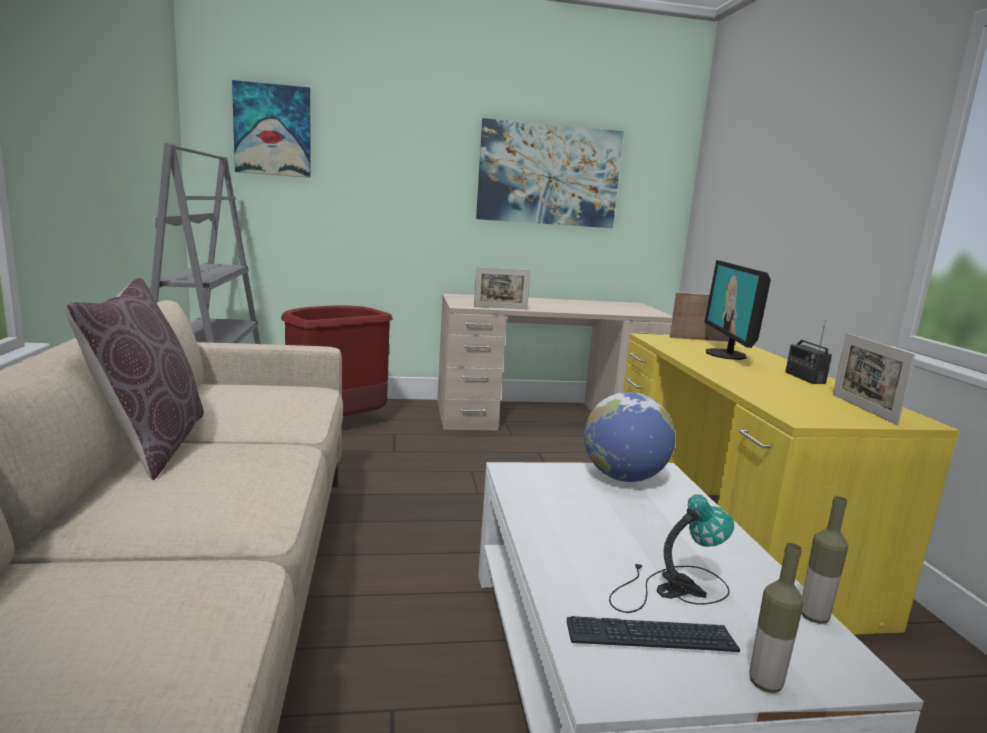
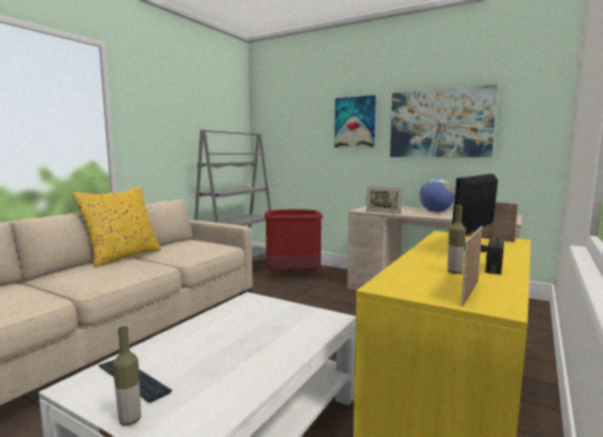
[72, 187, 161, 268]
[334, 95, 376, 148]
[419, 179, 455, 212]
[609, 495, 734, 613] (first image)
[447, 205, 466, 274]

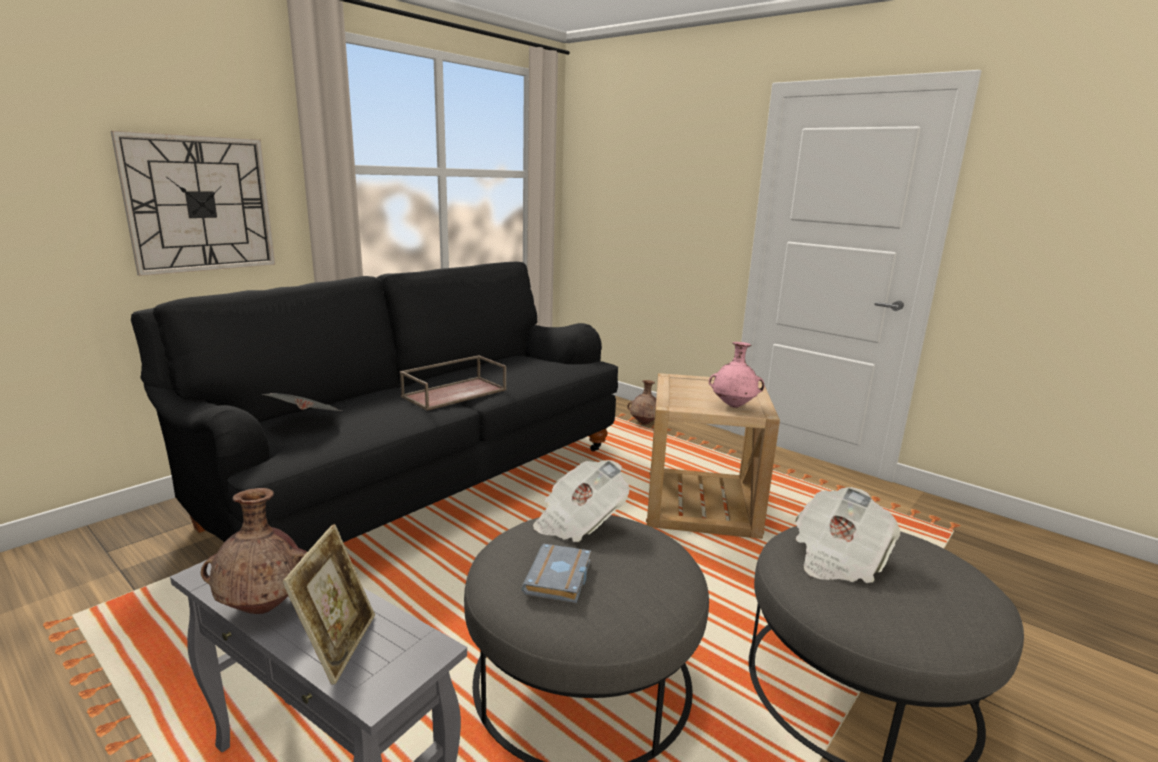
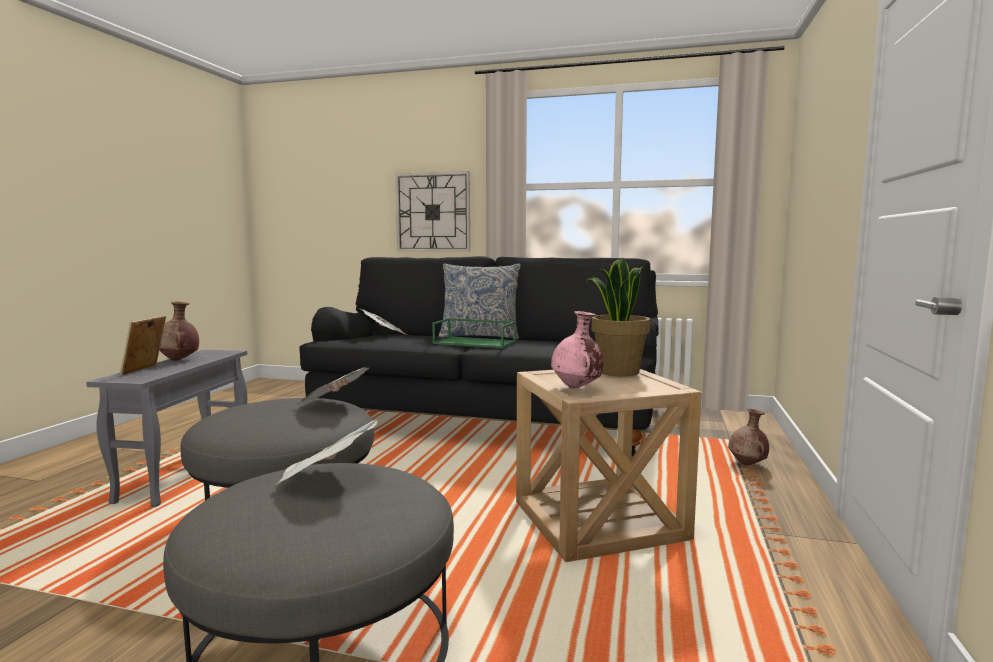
[120, 315, 166, 375]
[432, 318, 516, 348]
[522, 544, 591, 603] (first image)
[439, 264, 521, 340]
[586, 257, 650, 376]

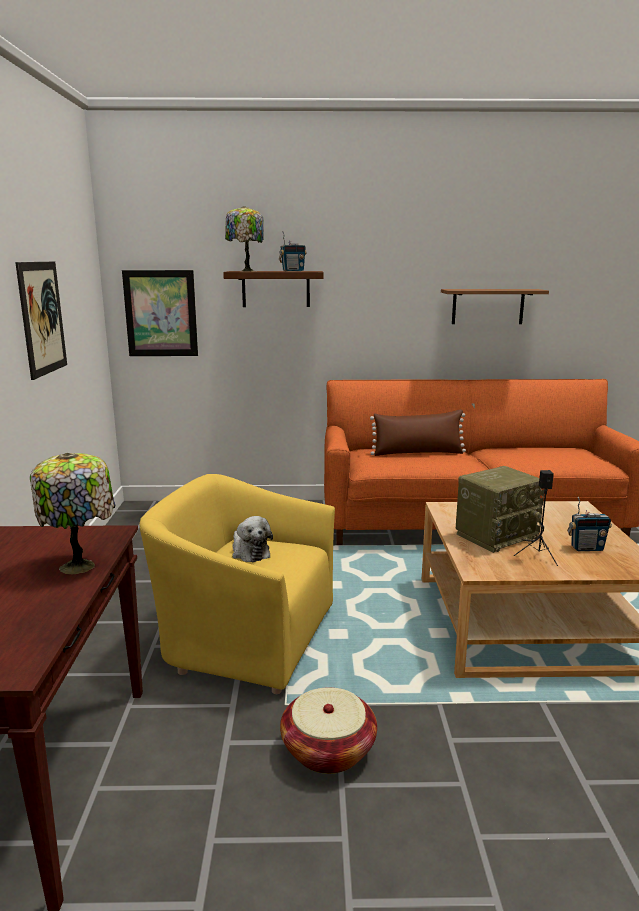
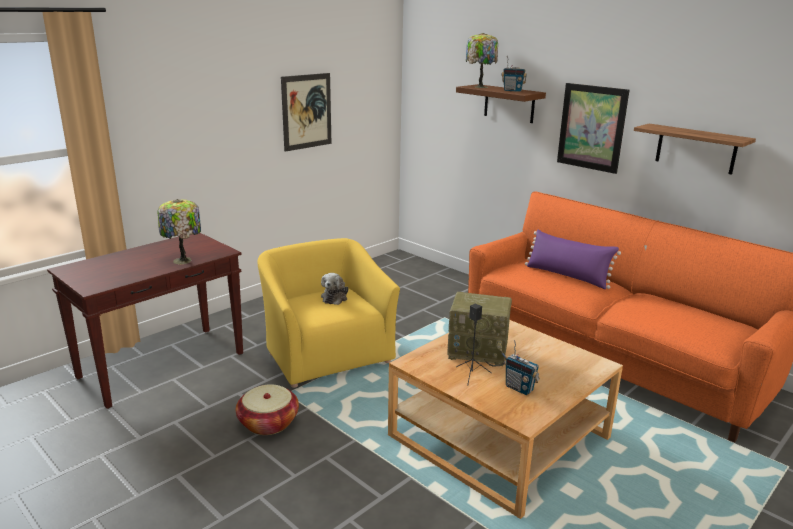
[557, 83, 629, 174]
[525, 229, 621, 289]

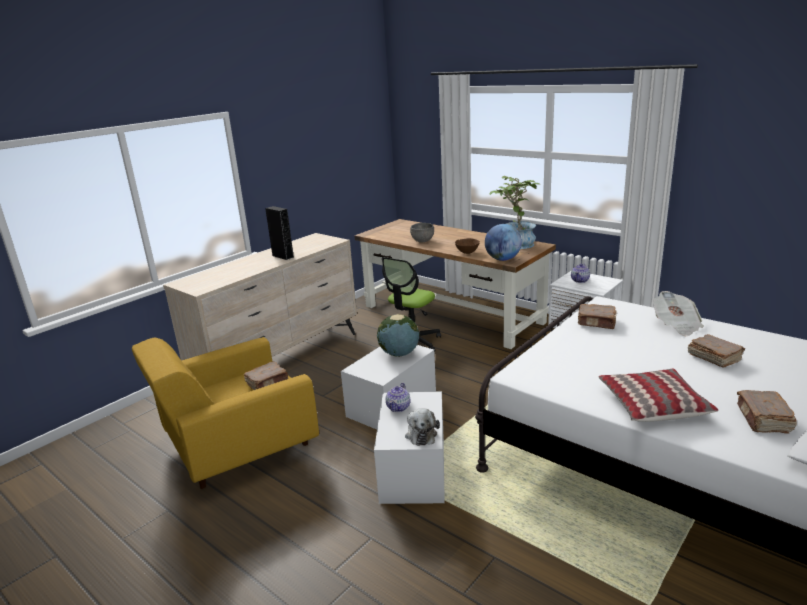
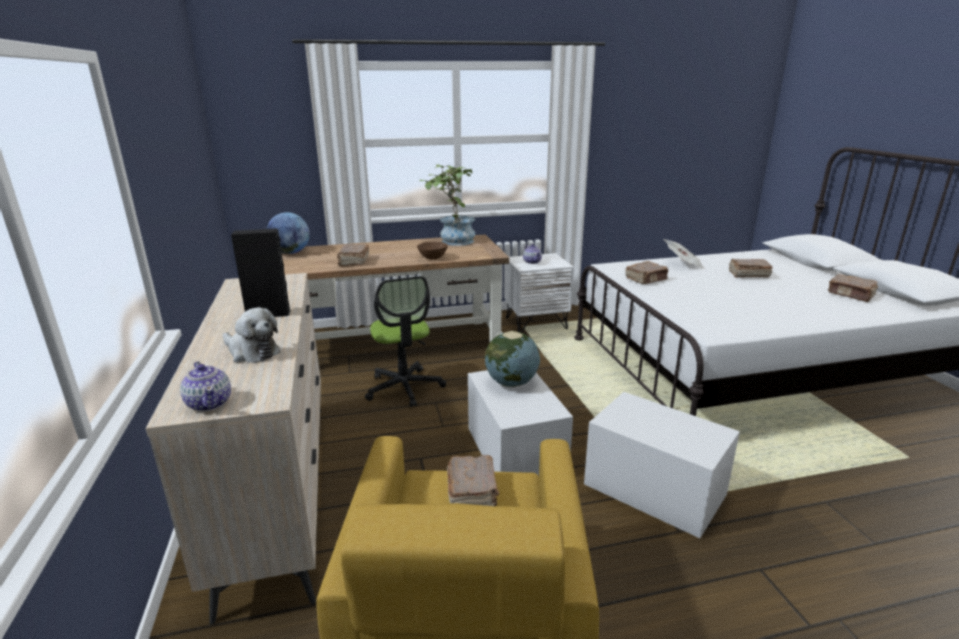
[180, 362, 231, 411]
[223, 307, 280, 363]
[337, 244, 369, 266]
[267, 212, 310, 254]
[599, 368, 718, 422] (first image)

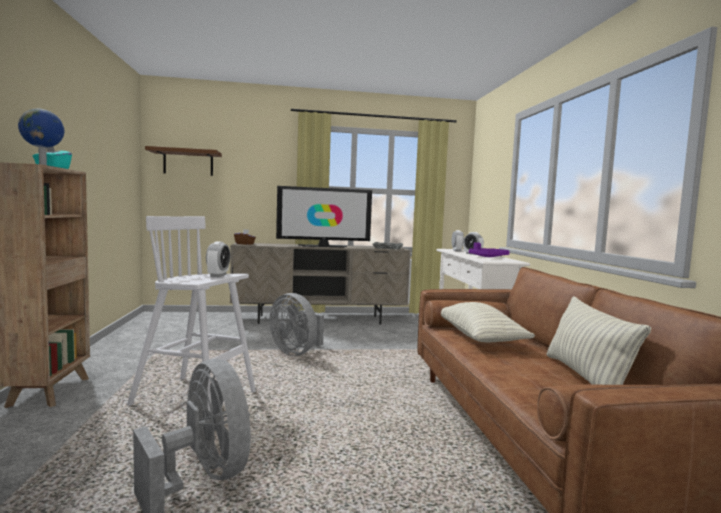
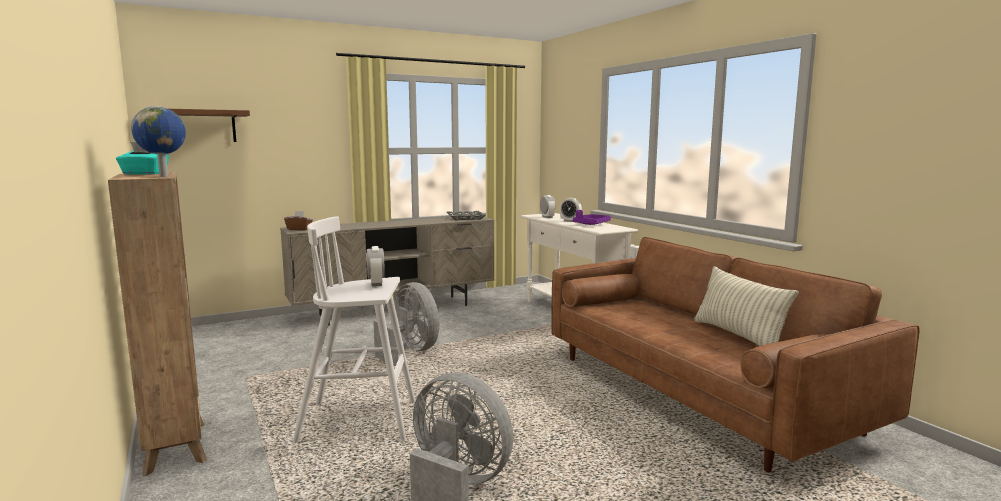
[373, 282, 439, 366]
[276, 186, 372, 247] (first image)
[441, 302, 535, 342] (first image)

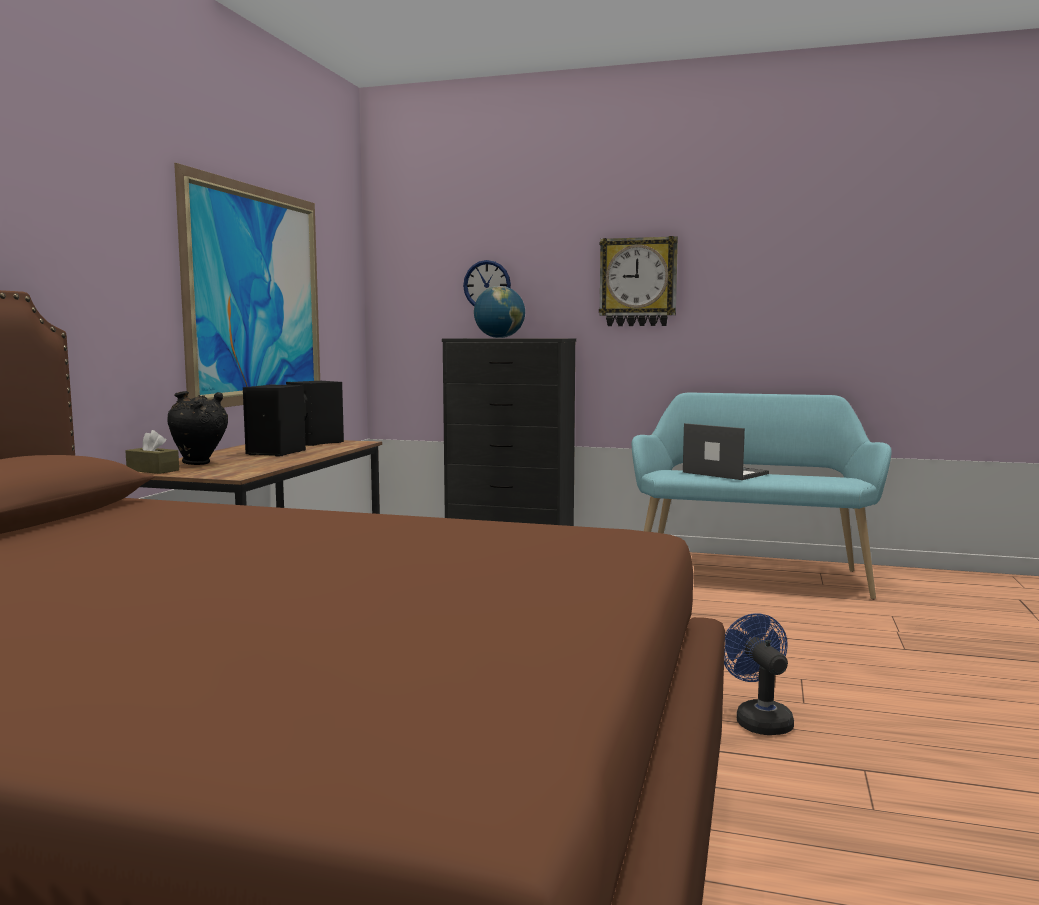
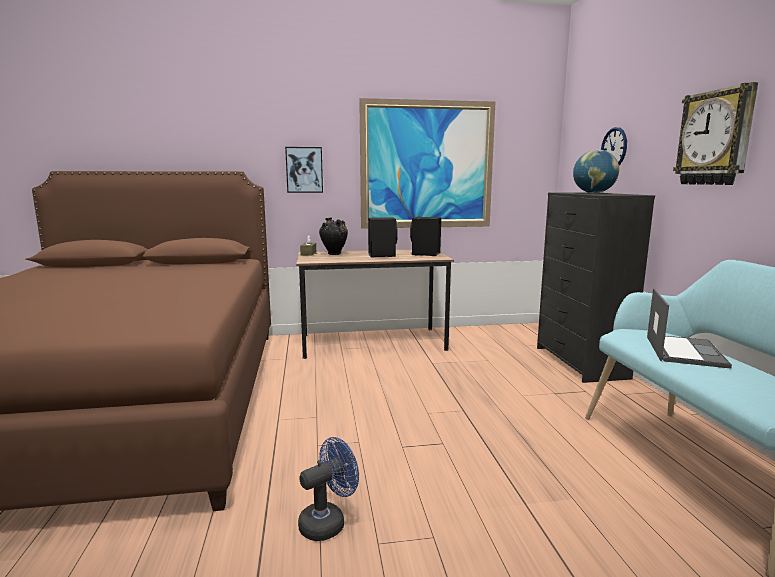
[285, 147, 323, 193]

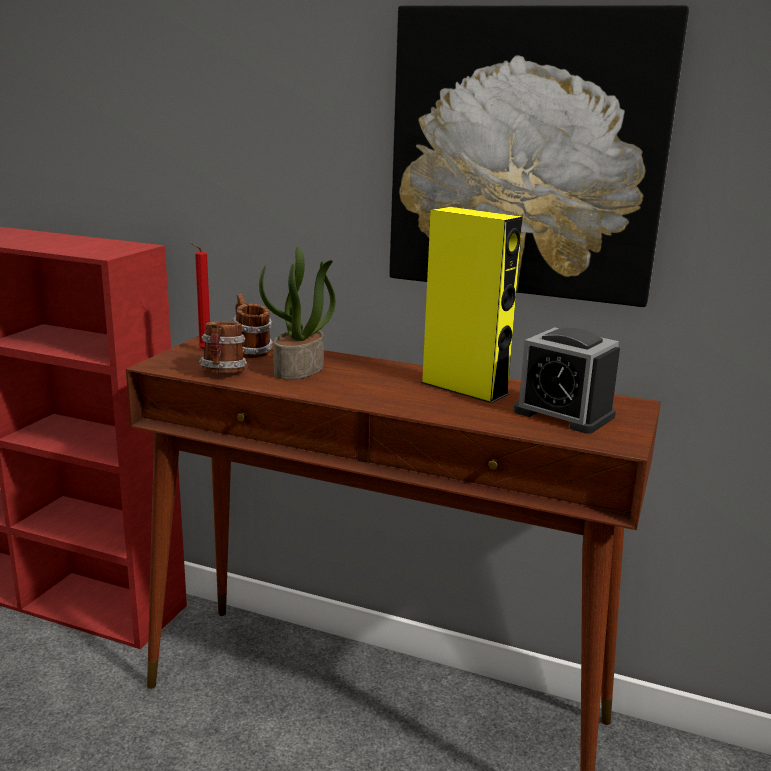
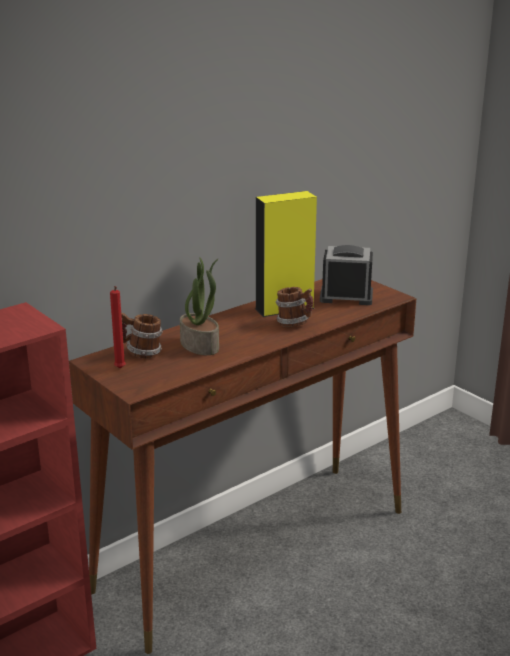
[275, 287, 313, 327]
[389, 5, 689, 307] (first image)
[320, 245, 373, 305]

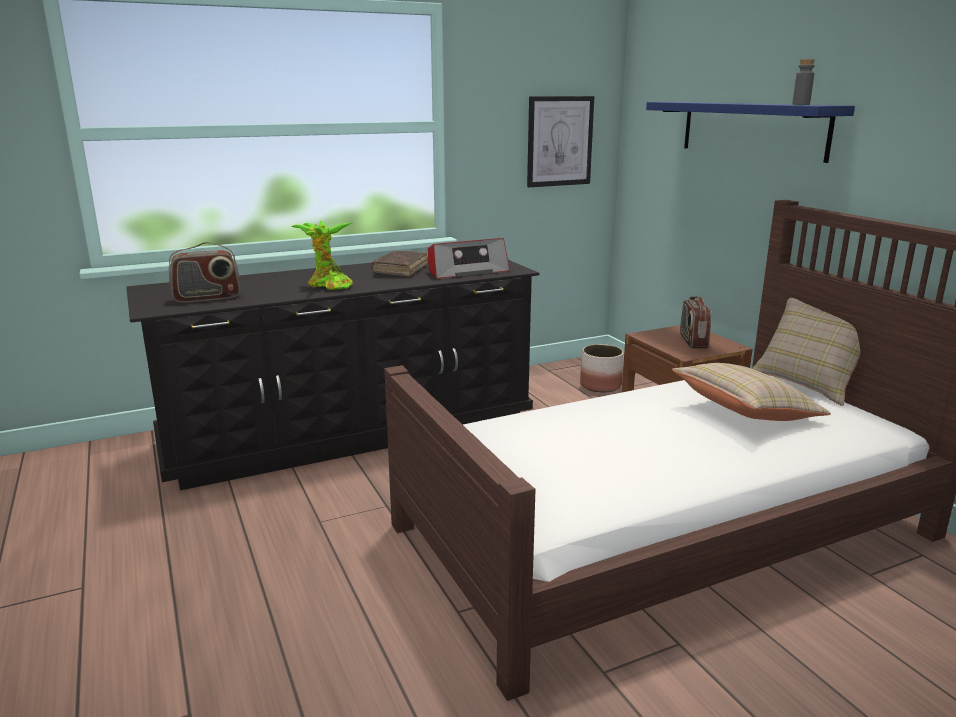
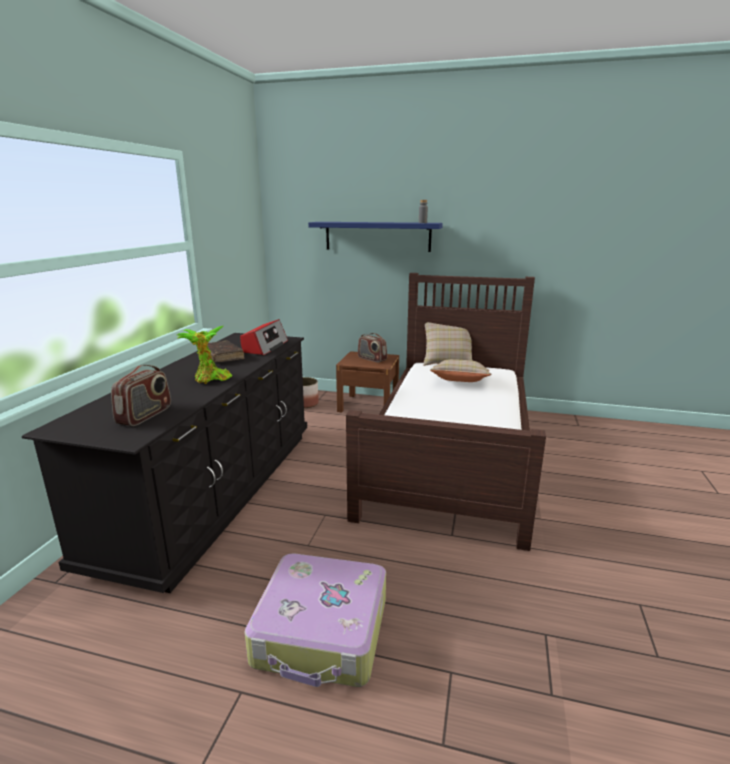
[527, 96, 594, 187] (first image)
[245, 554, 386, 687]

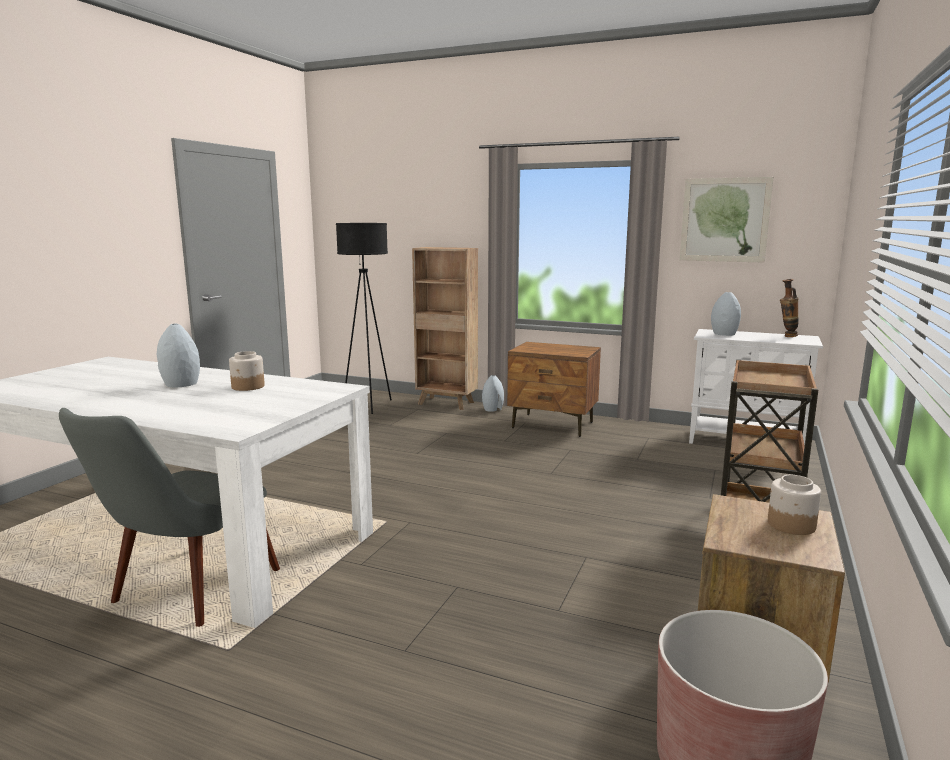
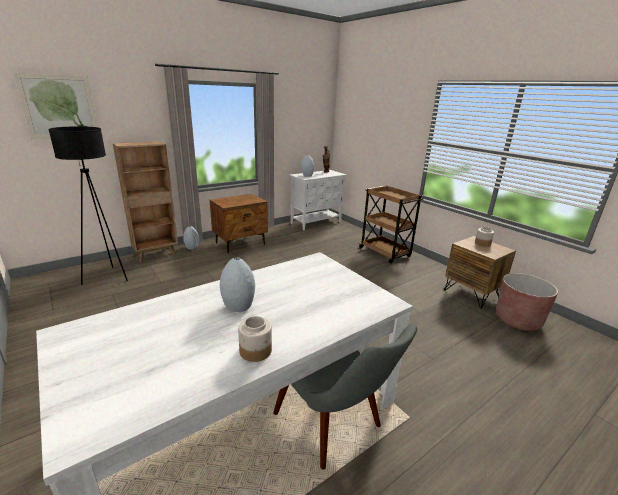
[238, 316, 272, 362]
[14, 73, 97, 139]

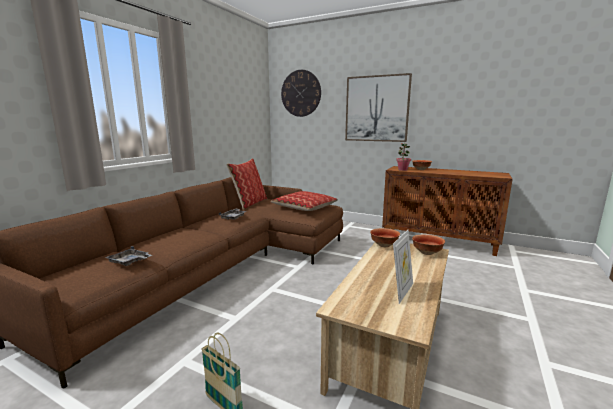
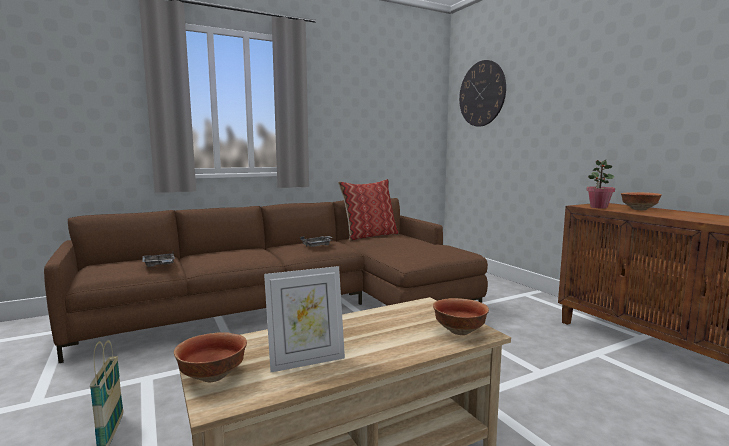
[271, 191, 338, 211] (first image)
[345, 73, 412, 142] (first image)
[174, 332, 247, 383]

